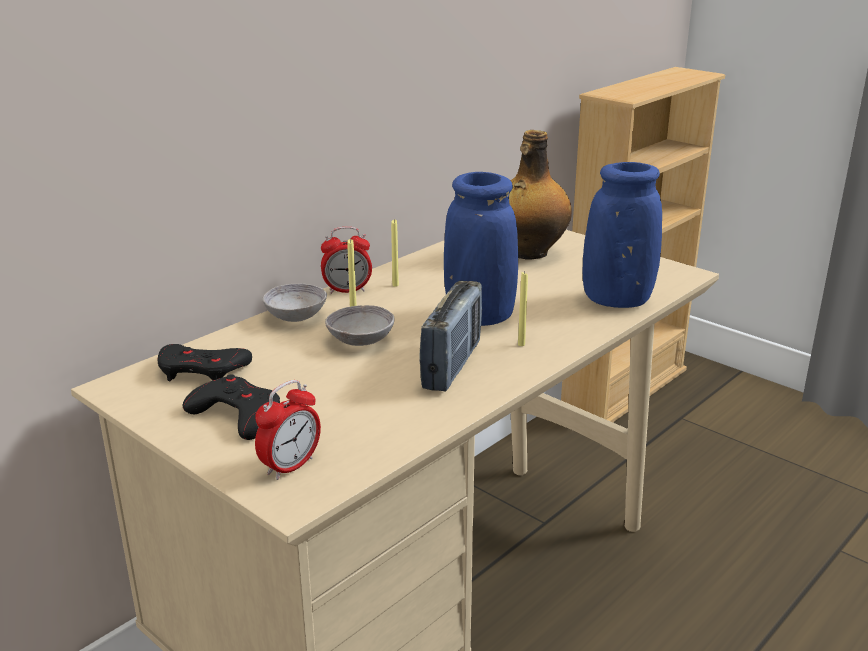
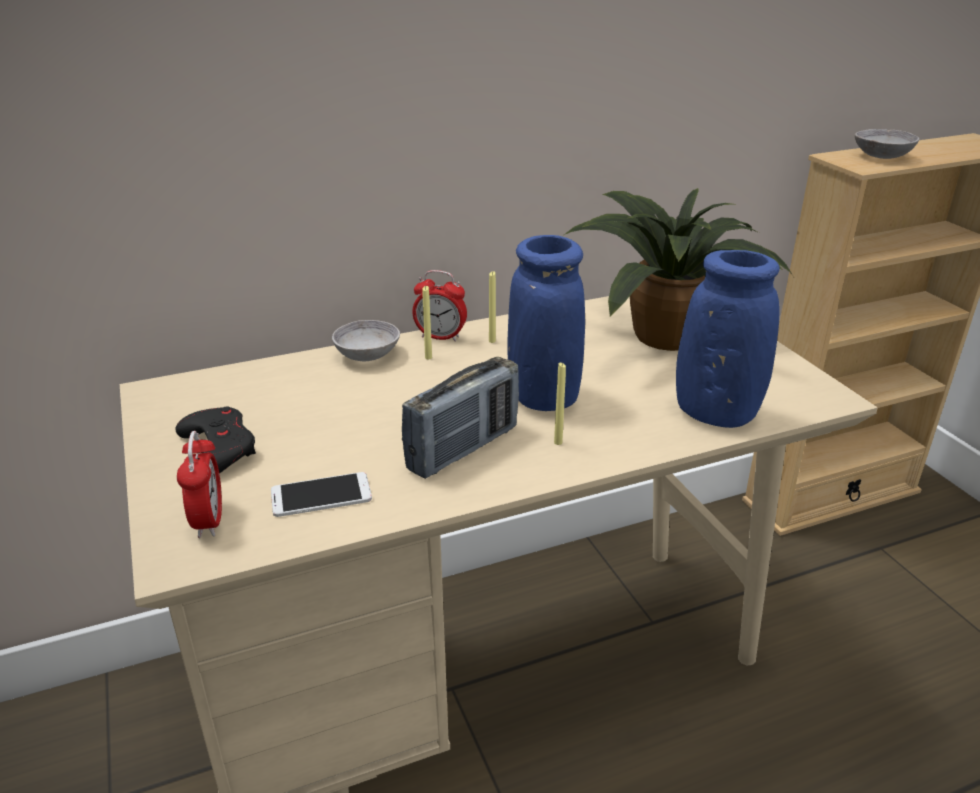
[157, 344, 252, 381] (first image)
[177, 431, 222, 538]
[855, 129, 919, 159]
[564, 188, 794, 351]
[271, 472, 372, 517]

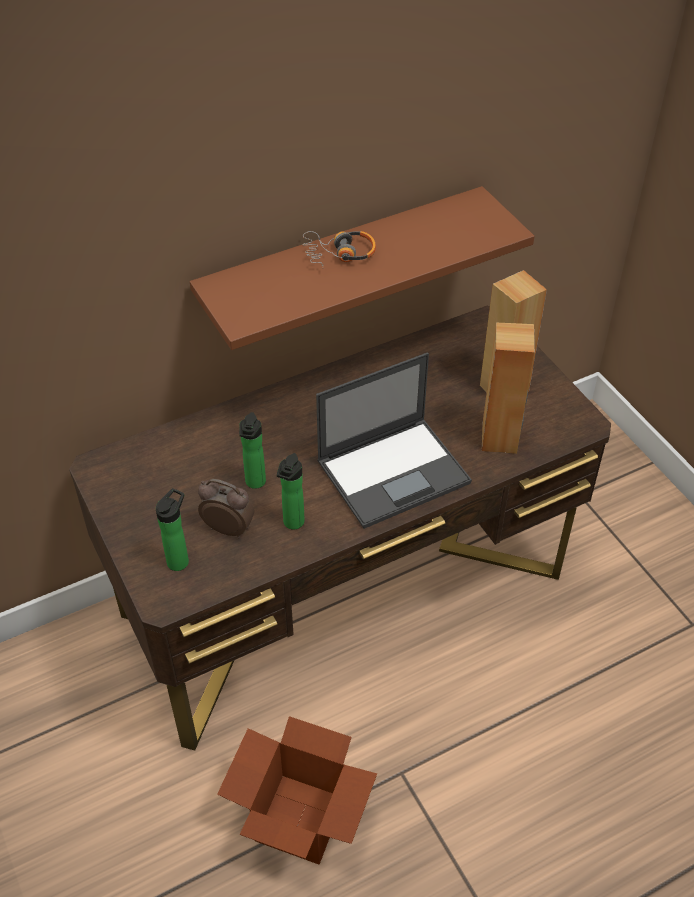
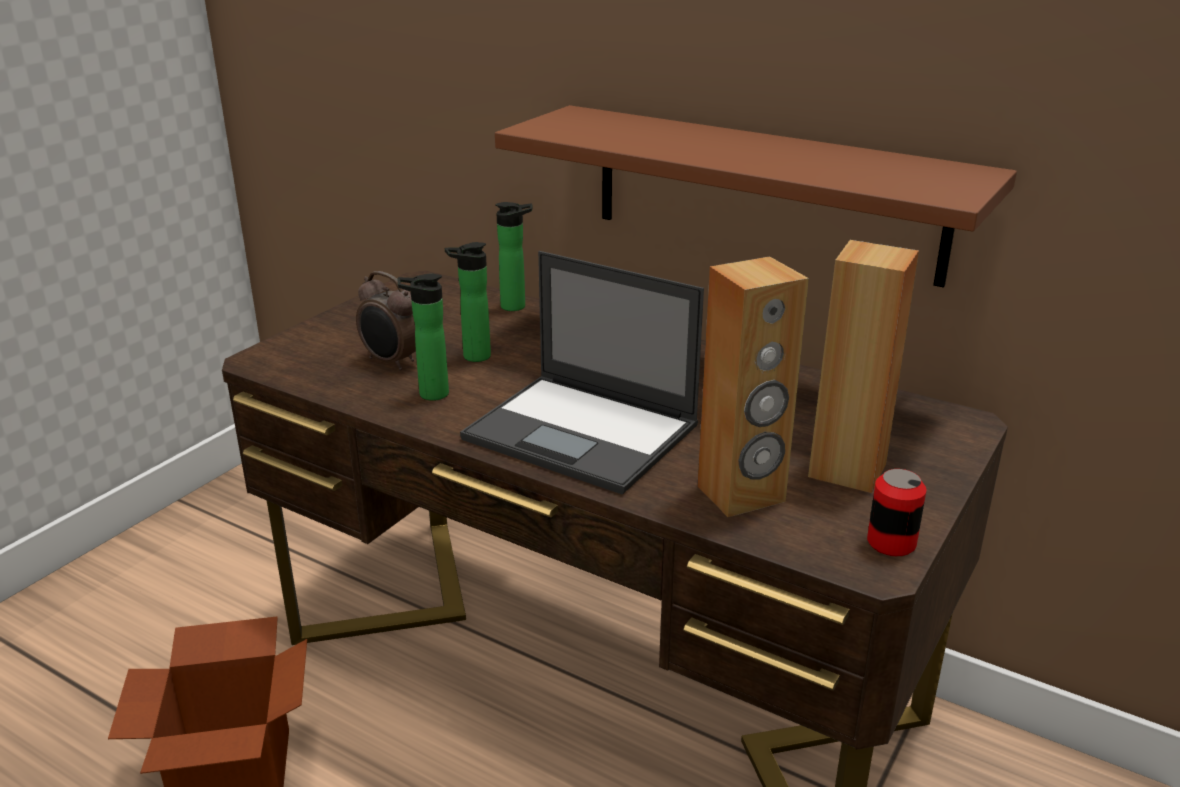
[495, 202, 532, 311]
[356, 271, 416, 371]
[302, 231, 376, 269] (first image)
[867, 469, 926, 556]

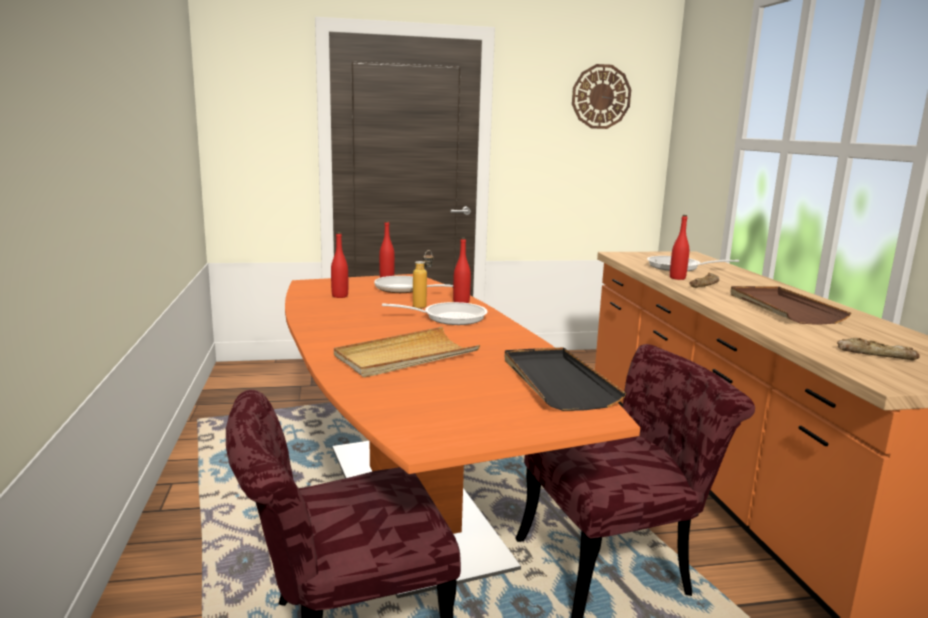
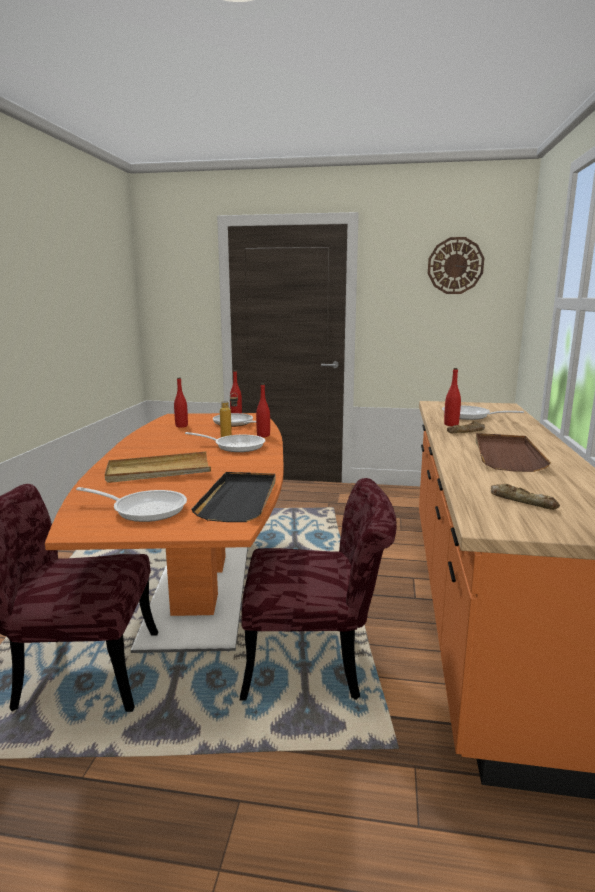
[76, 487, 187, 522]

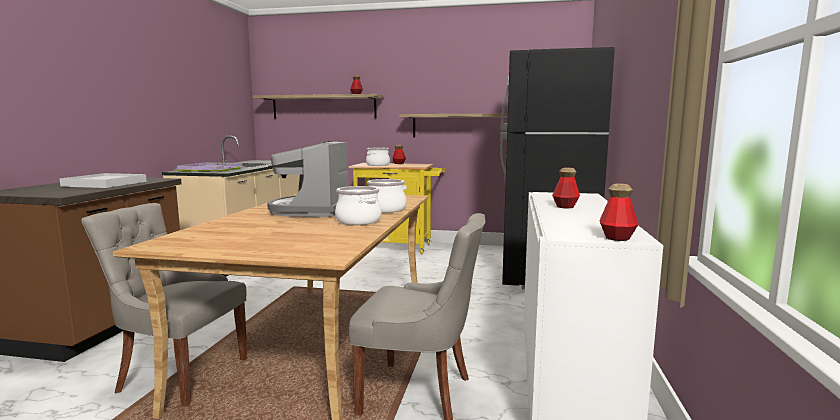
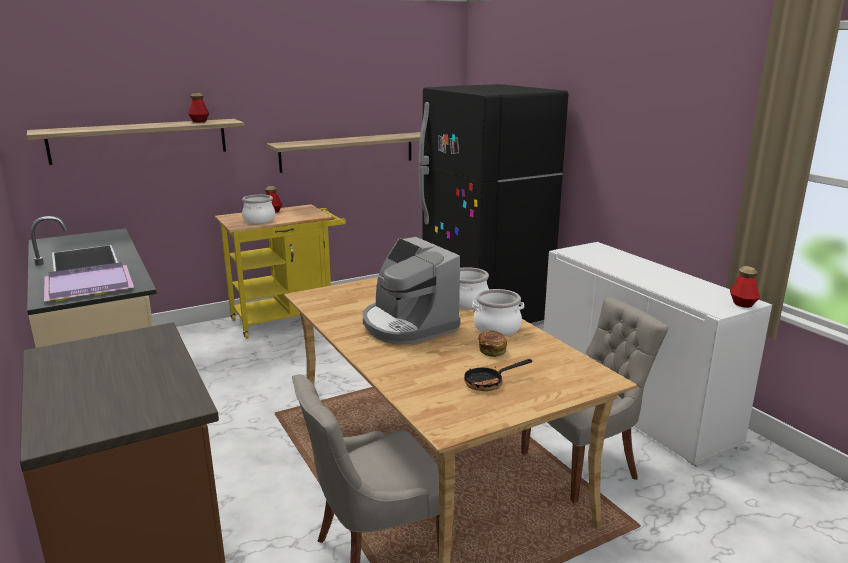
[59, 173, 147, 188] (first image)
[552, 167, 580, 208] (first image)
[464, 359, 532, 391]
[478, 330, 507, 357]

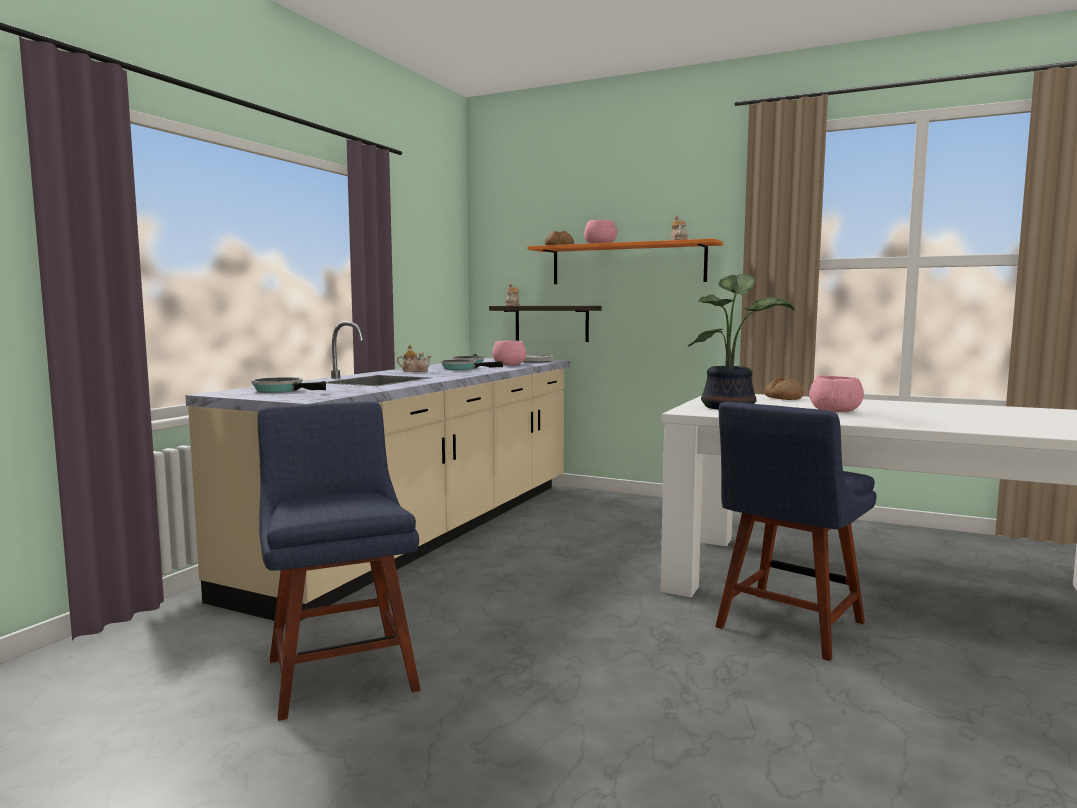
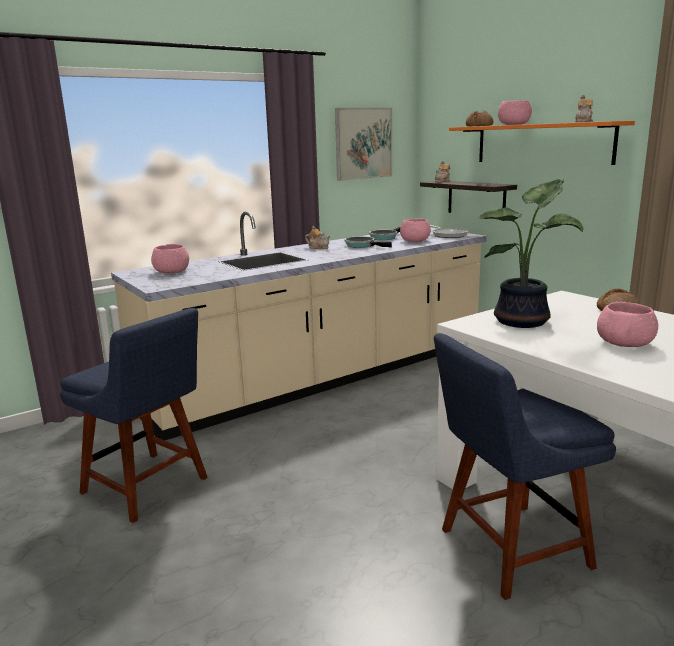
[151, 244, 189, 274]
[60, 308, 208, 523]
[335, 108, 392, 181]

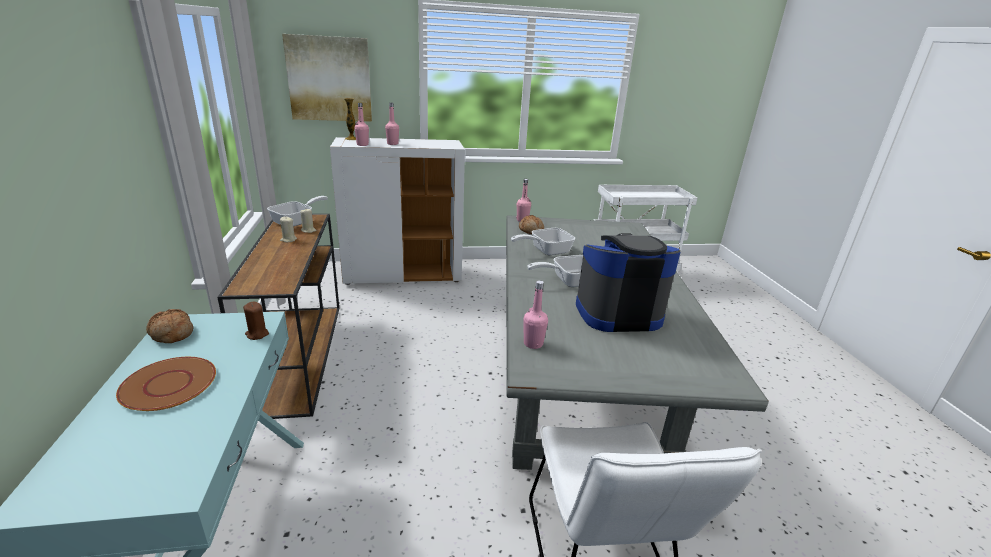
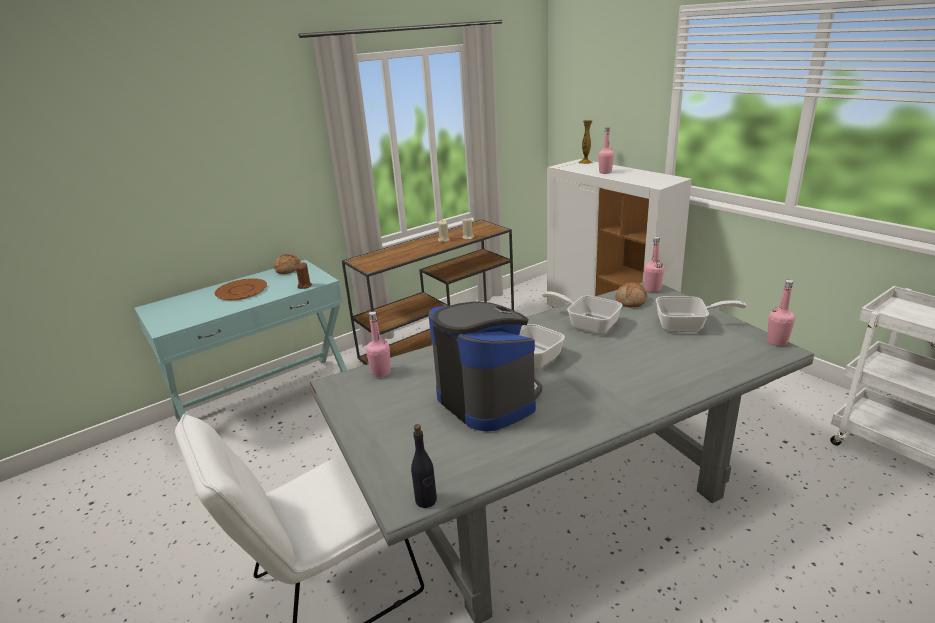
[656, 296, 746, 332]
[282, 34, 372, 122] (first image)
[767, 280, 795, 346]
[411, 424, 437, 508]

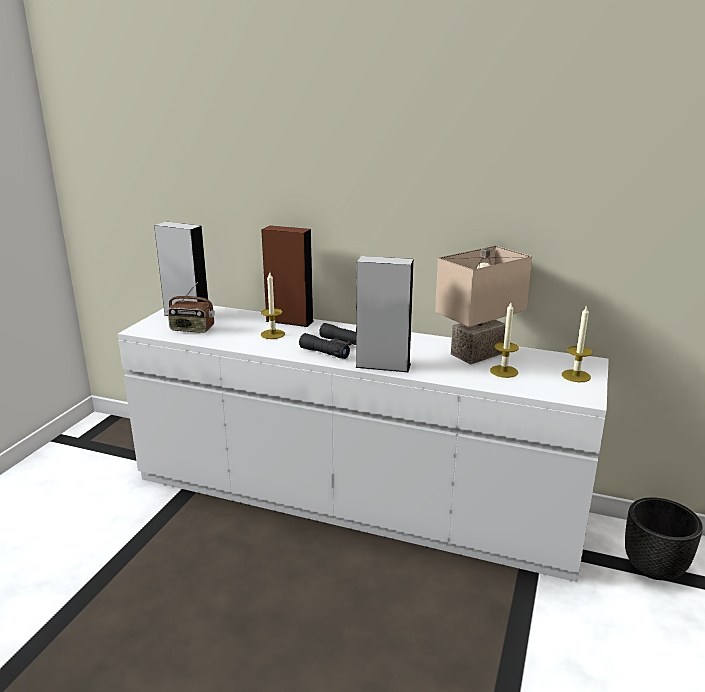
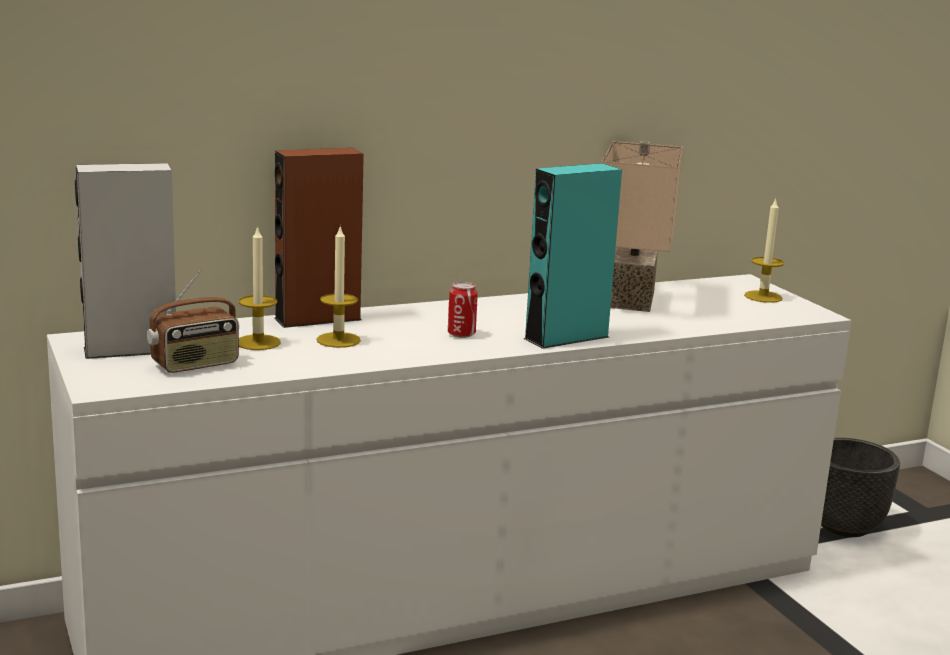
[448, 282, 478, 338]
[523, 163, 622, 349]
[239, 225, 281, 350]

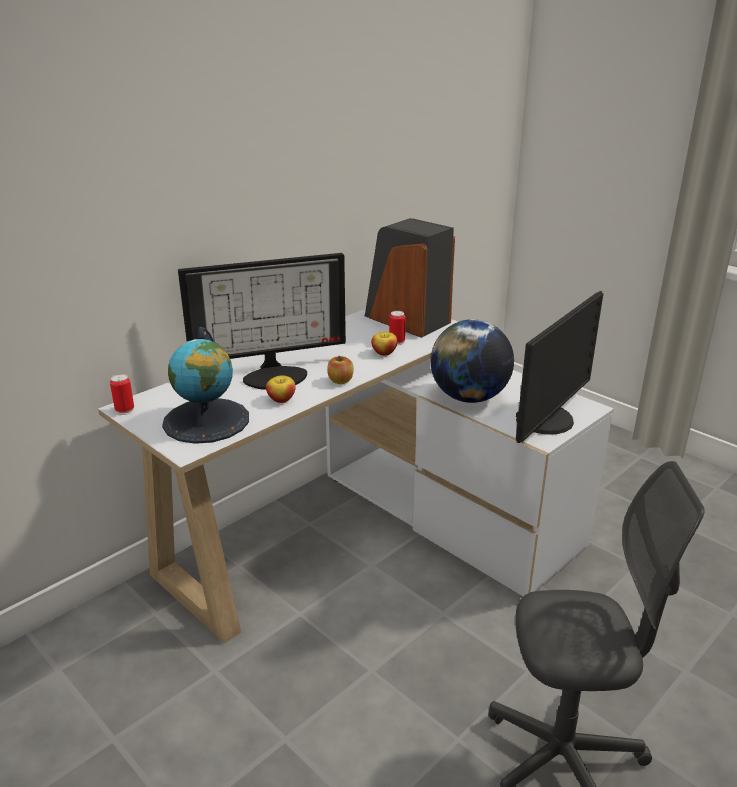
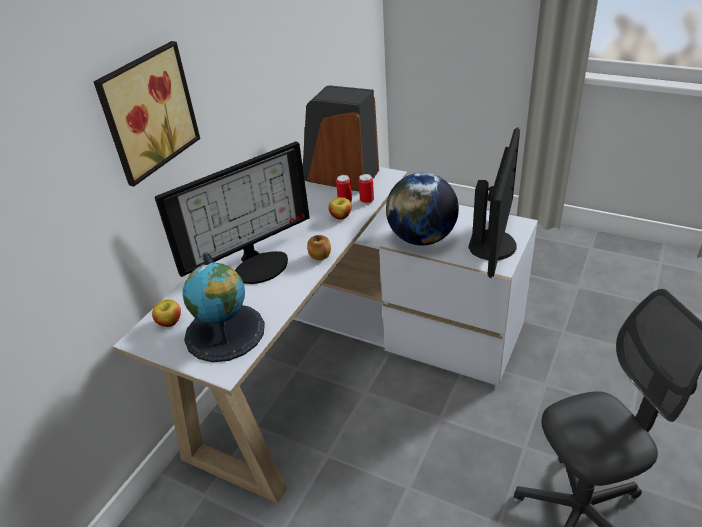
[359, 174, 374, 205]
[152, 299, 181, 327]
[94, 41, 200, 187]

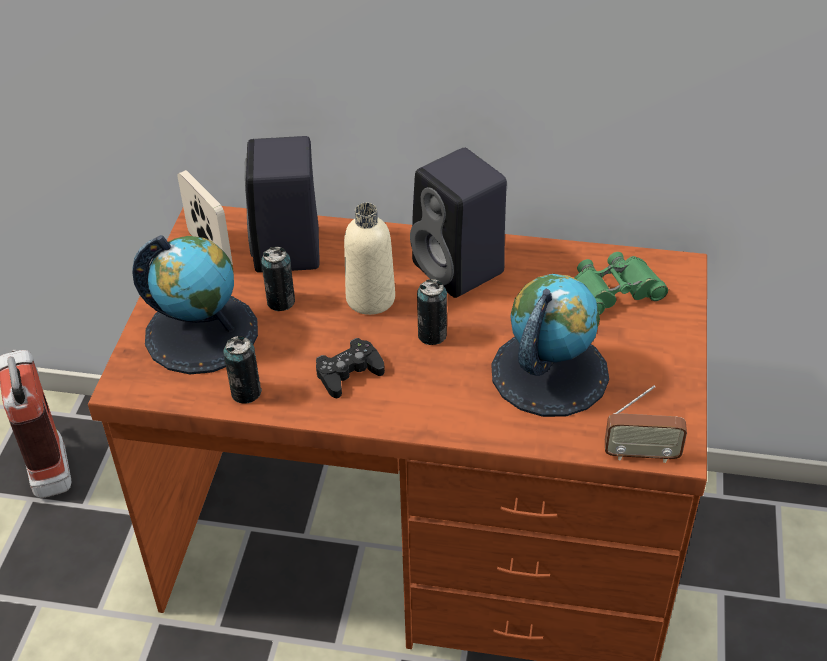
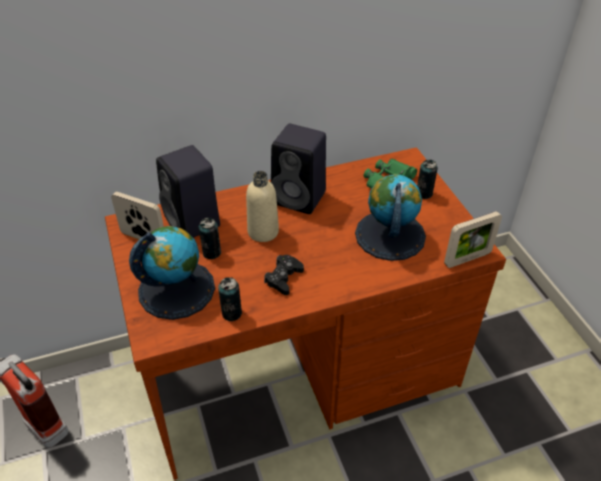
[417, 160, 438, 199]
[444, 211, 502, 268]

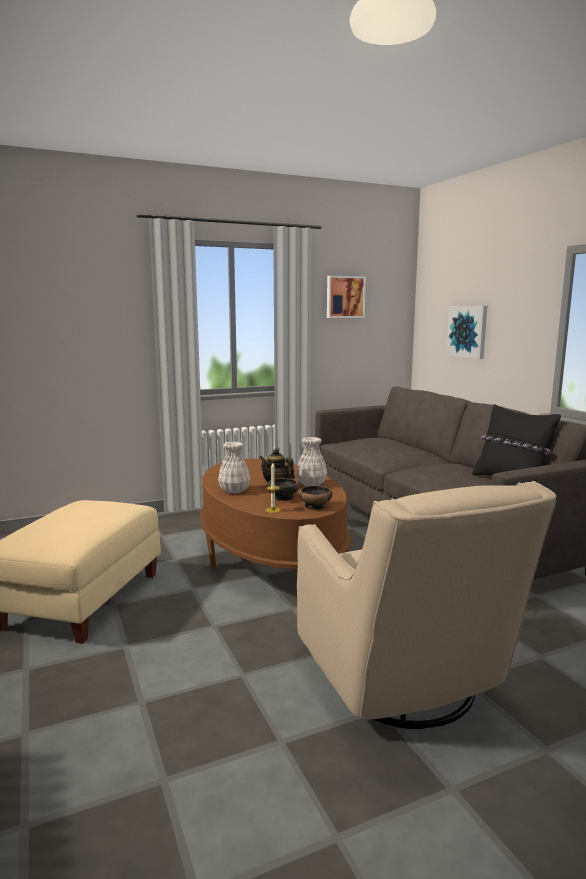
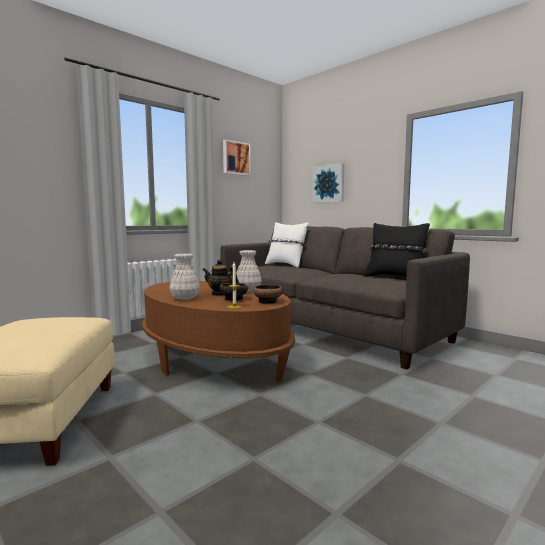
[297, 481, 556, 729] (first image)
[265, 222, 308, 268]

